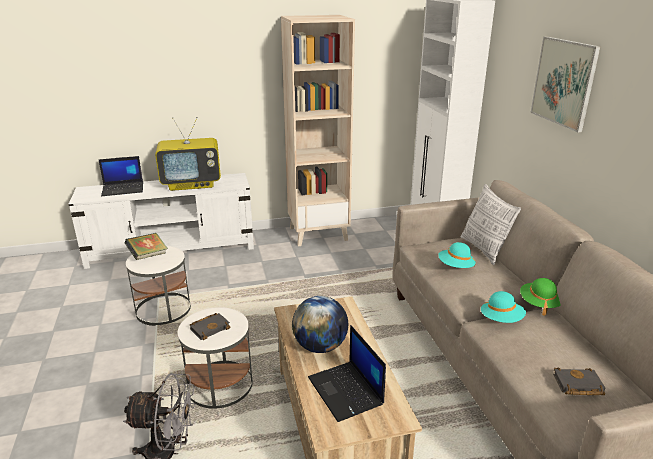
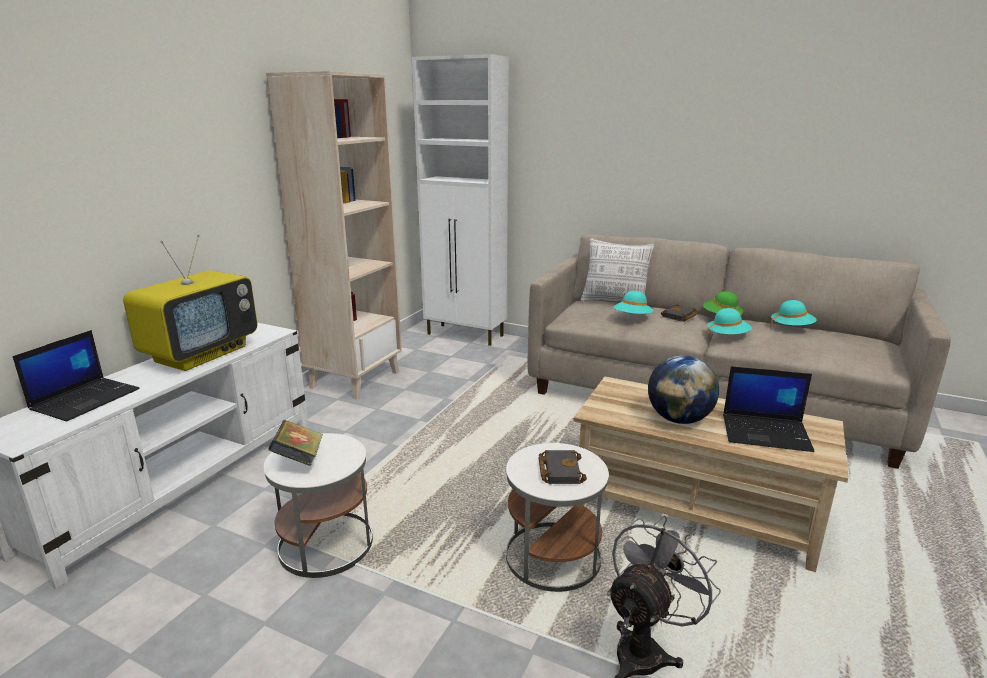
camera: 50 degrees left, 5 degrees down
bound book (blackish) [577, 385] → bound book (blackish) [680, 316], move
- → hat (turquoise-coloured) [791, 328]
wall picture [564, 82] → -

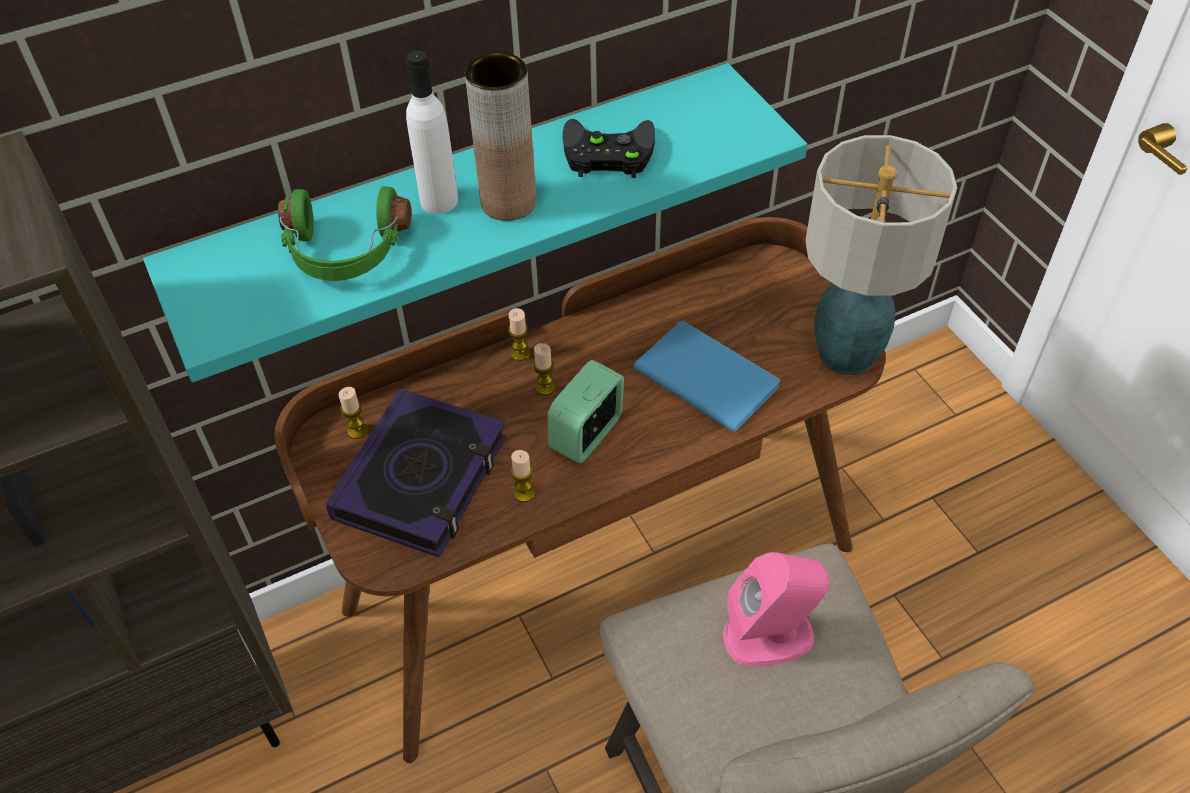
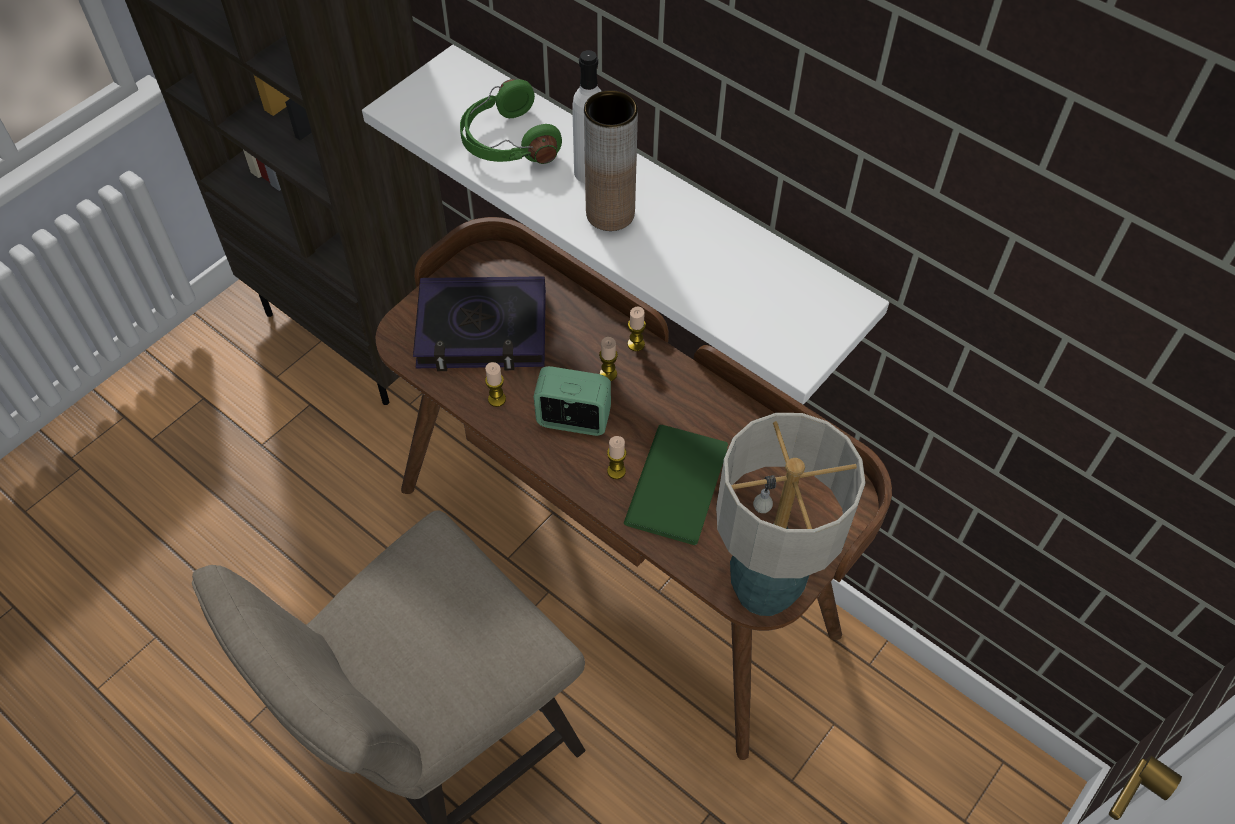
camera: 65 degrees right, 5 degrees up
shelf (turquoise-coloured) [463, 201] → shelf (white-coloured) [651, 202]
wax candle [357, 430] → wax candle [616, 471], move
bound book (bluish) [705, 374] → bound book (greenish) [681, 483]
joypad (blackish) [605, 154] → -
audio speaker (pink) [769, 635] → -

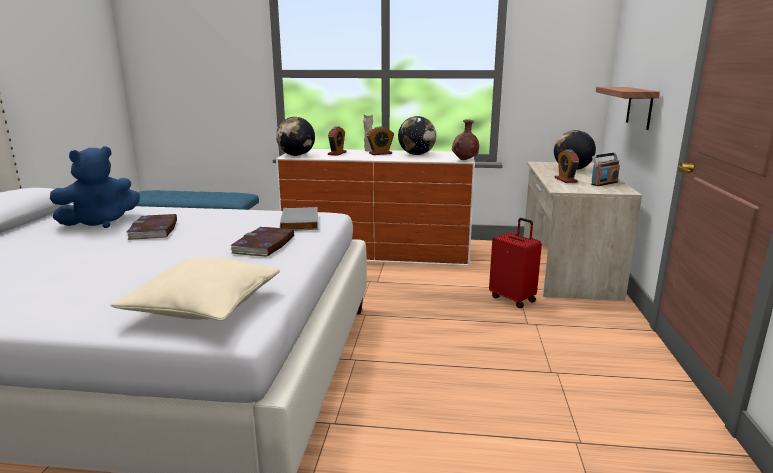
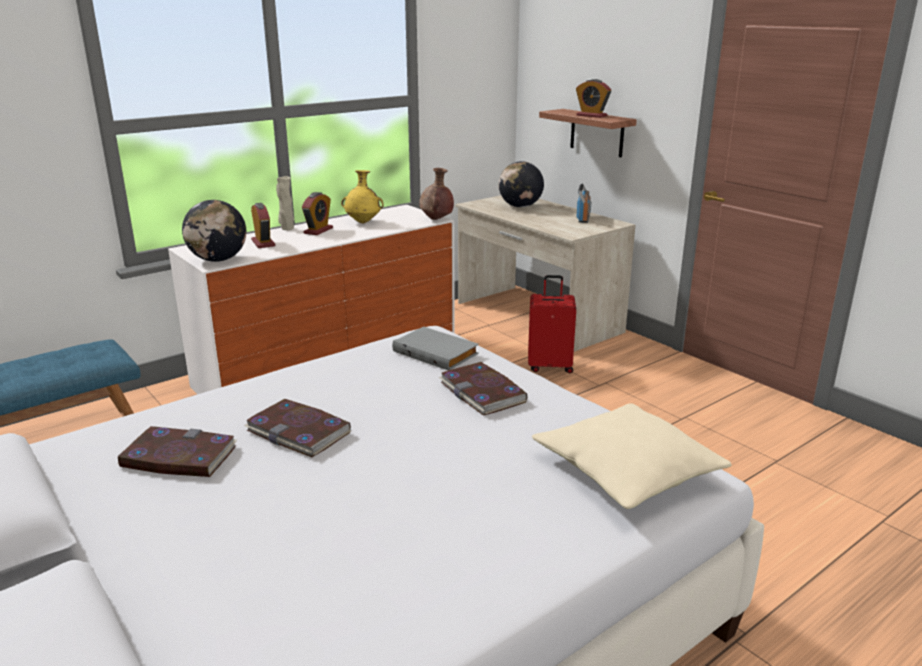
camera: 45 degrees left, 5 degrees up
plush toy (bluish) [100, 222] → bound book [178, 457]
globe [416, 154] → vase (yellow) [363, 222]
bedside clock [565, 180] → bedside clock [591, 115], move

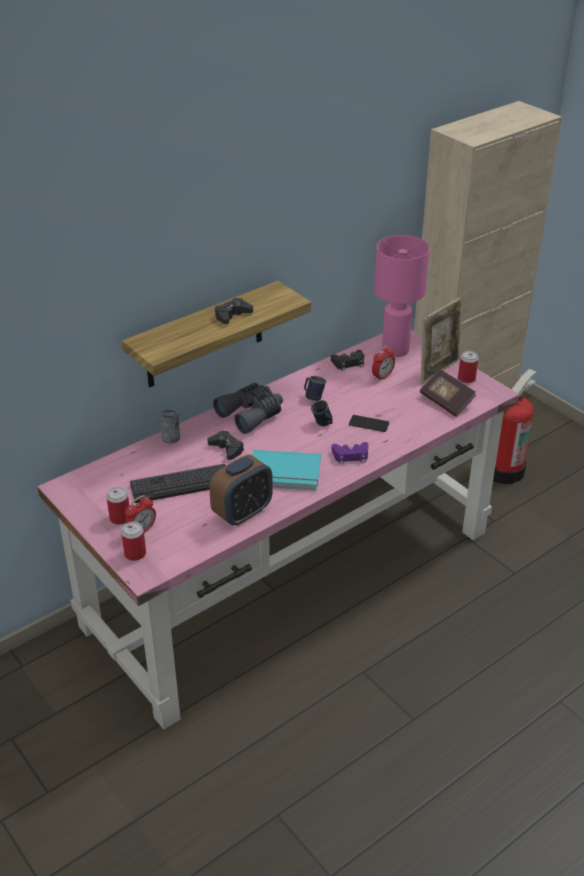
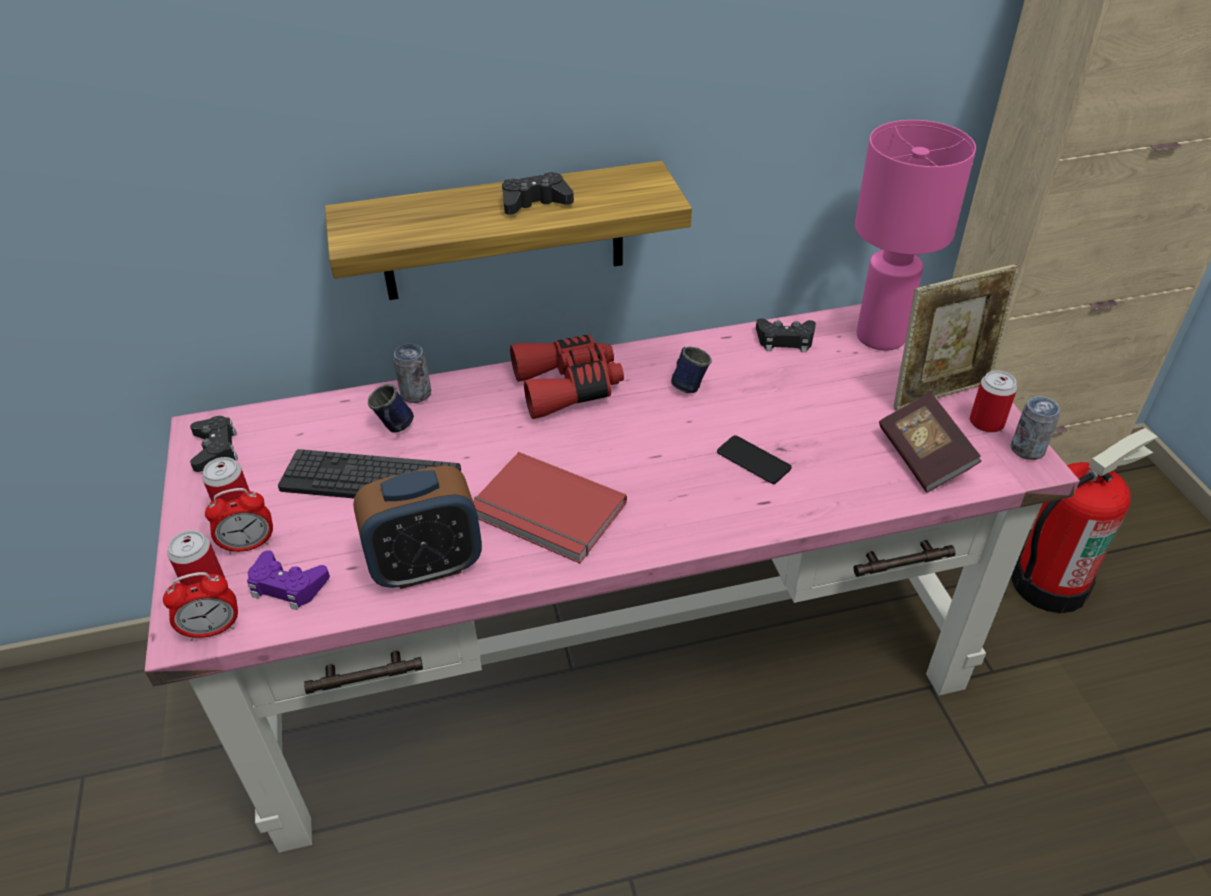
camera: 25 degrees right, 5 degrees up
bedside clock [382, 377] → bedside clock [212, 629], move
joypad (blackish) [227, 449] → joypad (blackish) [215, 449], move
joypad (purple) [350, 456] → joypad (purple) [287, 585], move
coffee mug (bluish) [323, 425] → coffee mug (bluish) [394, 429], move
bound book (turquoise-coloured) [284, 474] → bound book (red) [546, 513]
field glasses (greyish) [251, 414] → field glasses (red) [568, 386]
- → metal can [1027, 450]

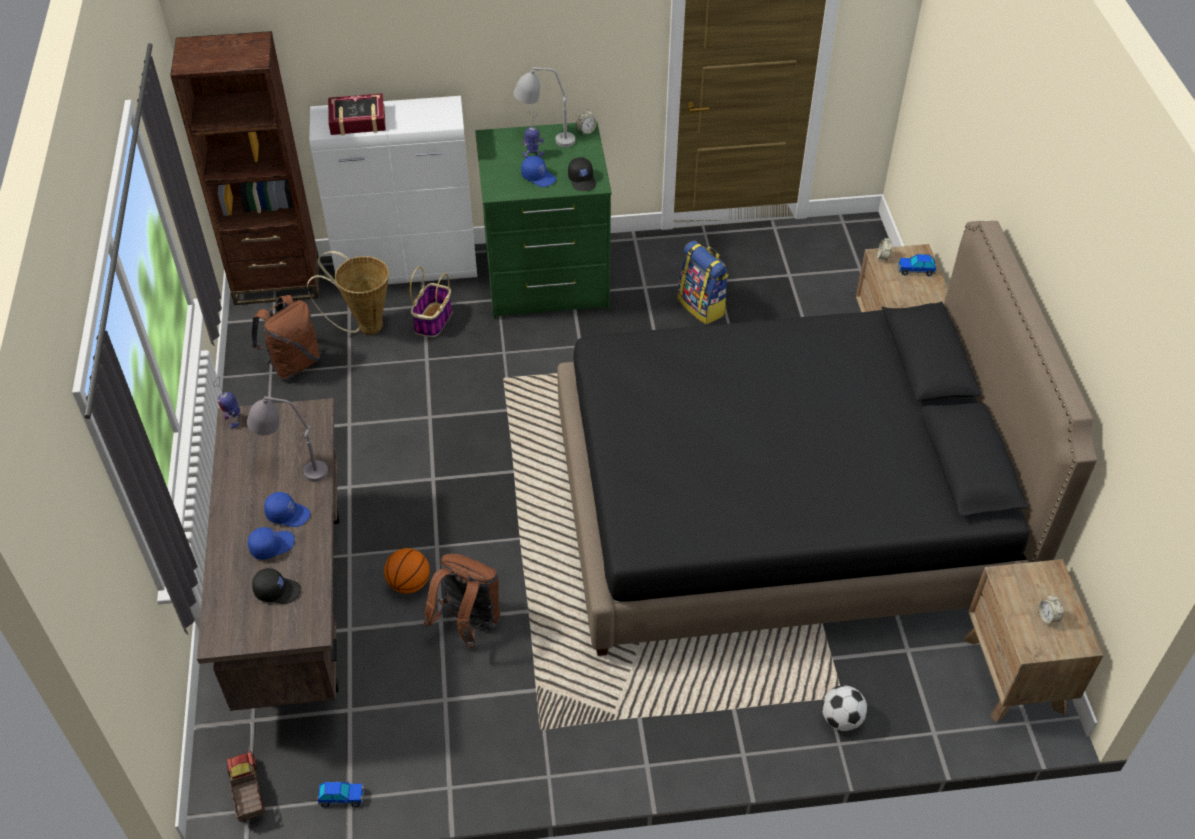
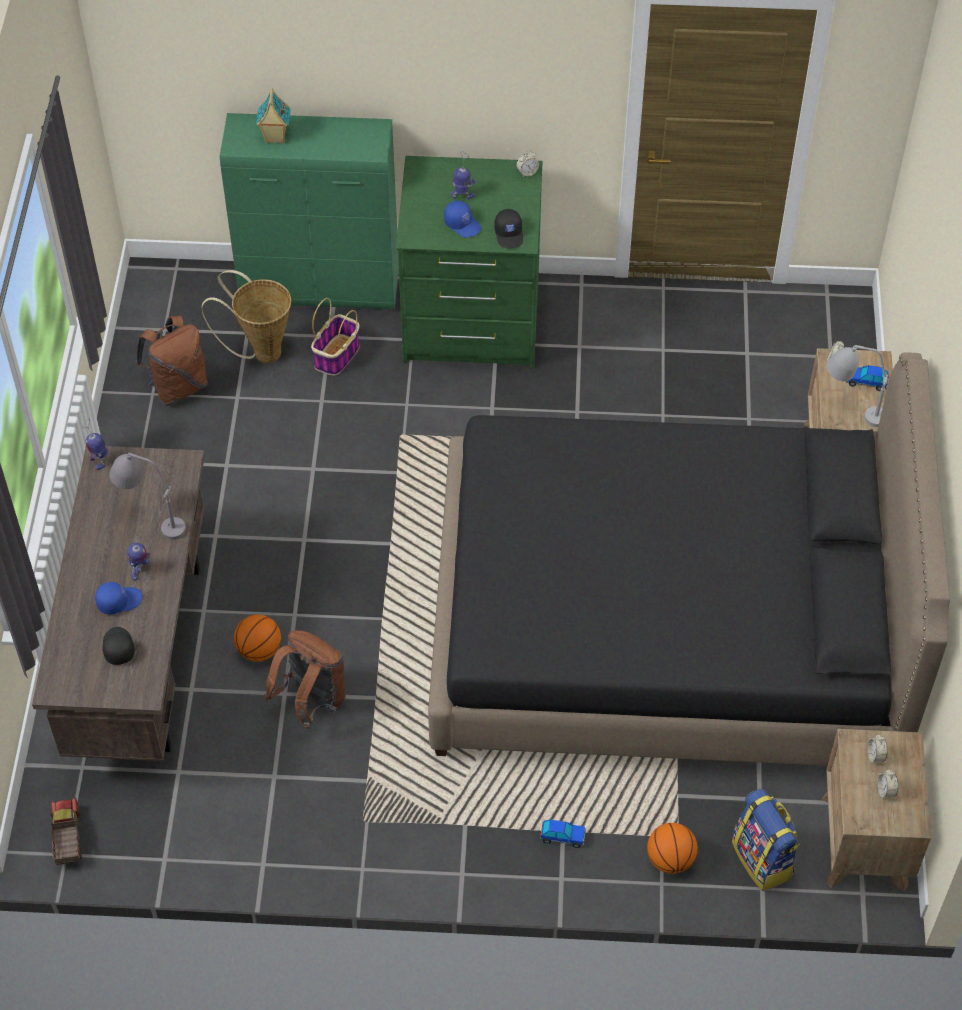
camera: 10 degrees right, 5 degrees up
baseball cap (blackish) [277, 590] → baseball cap (blackish) [117, 647], 120 degrees counterclockwise
baseball cap (bluish) [288, 514] → model robot [139, 570]
storage cabinet (white-coloured) [409, 268] → storage cabinet (greenish) [321, 288]
bound book [357, 120] → model house [275, 137]
miniature car [342, 797] → miniature car [562, 836], move
ball for football [841, 719] → ball for basketball [670, 859]
knapsack [702, 306] → knapsack [763, 859], move
table lamp (greyish) [543, 138] → table lamp (greyish) [850, 411], move
- → bedside clock [875, 756]
shelving unit (brown-coloured) [277, 282] → -

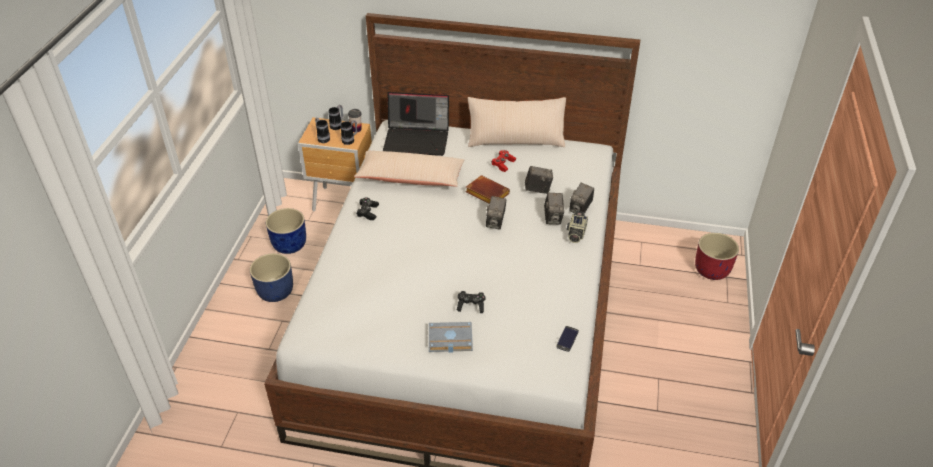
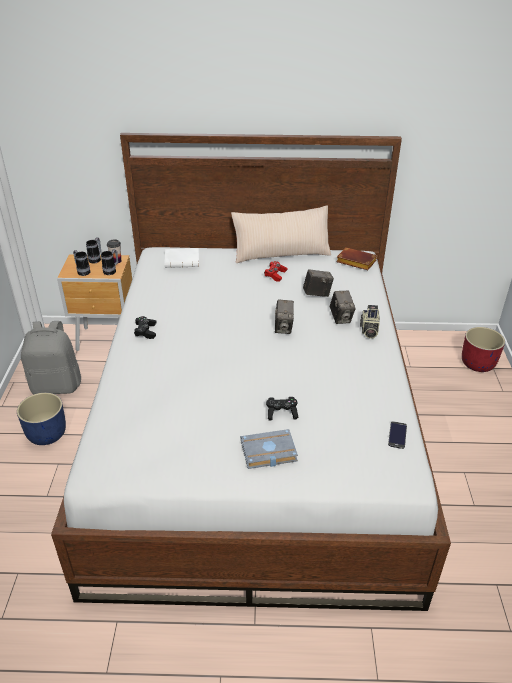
camera: 10 degrees left, 5 degrees down
planter (bluish) [290, 244] → knapsack (greyish) [57, 385]
notebook computer [417, 139] → bound book (white-coloured) [183, 261]
bound book (brown-coloured) [485, 193] → bound book (brown-coloured) [354, 262], move
throw pillow (beige-coloured) [411, 178] → -
photo camera [580, 209] → -

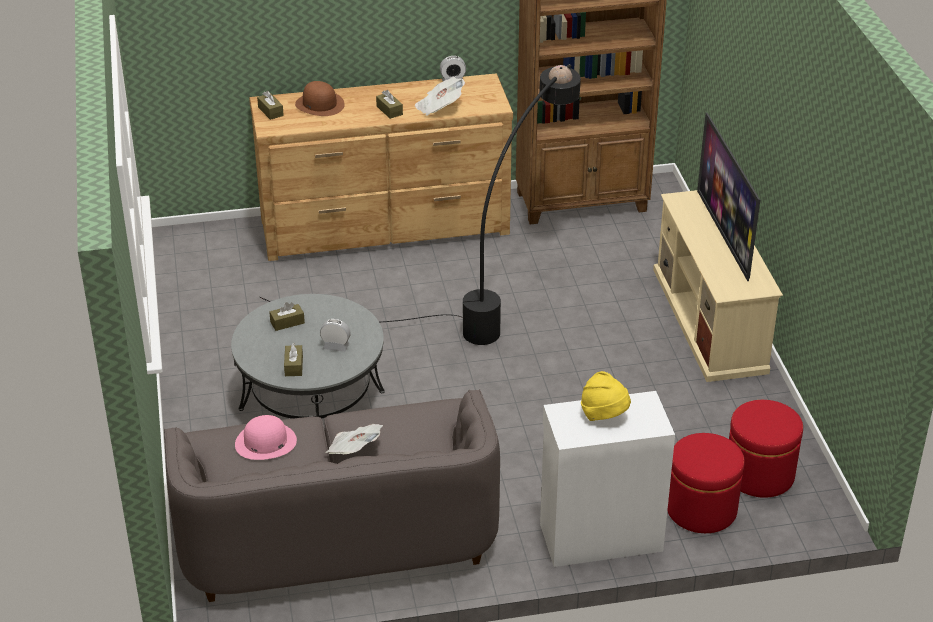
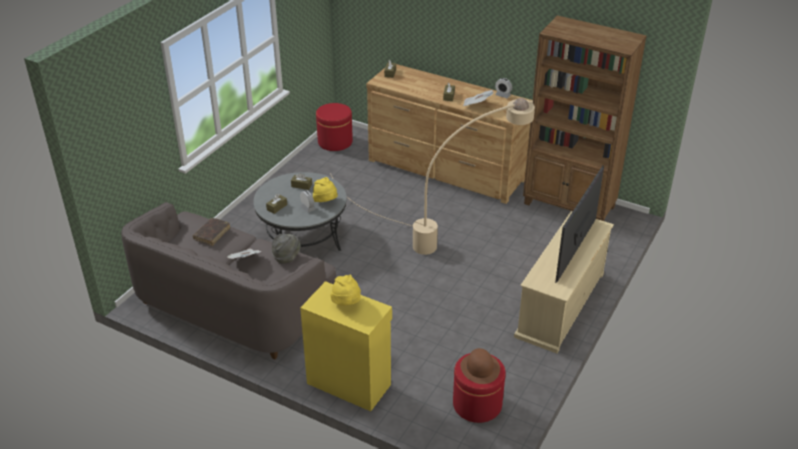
camera: 40 degrees right, 0 degrees up
hat (pink) [265, 442] → bound book (brown-coloured) [212, 234]
- → hat (greyish) [286, 257]
storage cabinet (white-coloured) [599, 536] → storage cabinet (yellow) [349, 383]
- → hat (yellow) [326, 201]
footrest (red) [701, 509] → footrest (red) [335, 142], move
standard lamp (blackish) [486, 303] → standard lamp (beige-coloured) [447, 233]
hat (brown-coloured) [320, 104] → hat (brown-coloured) [480, 368], move

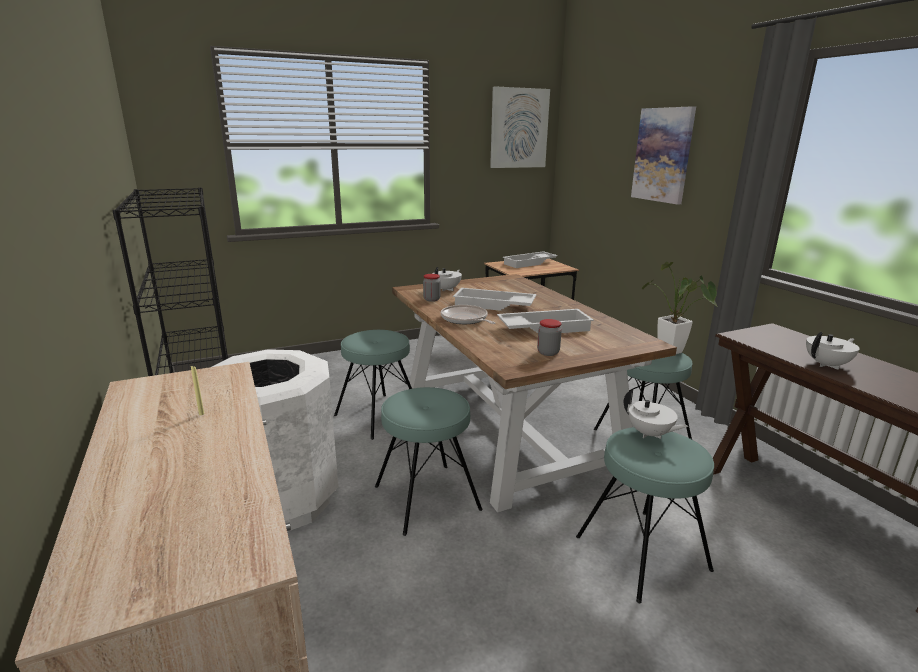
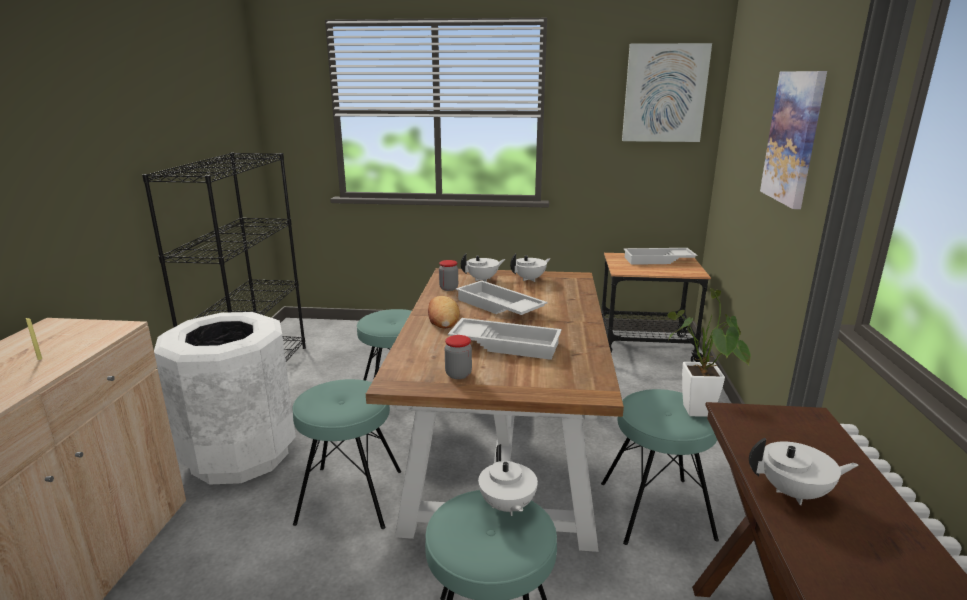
camera: 30 degrees right, 0 degrees up
skillet [465, 319] → baked bread [442, 317]
- → tea pot (white-coloured) [530, 279]

